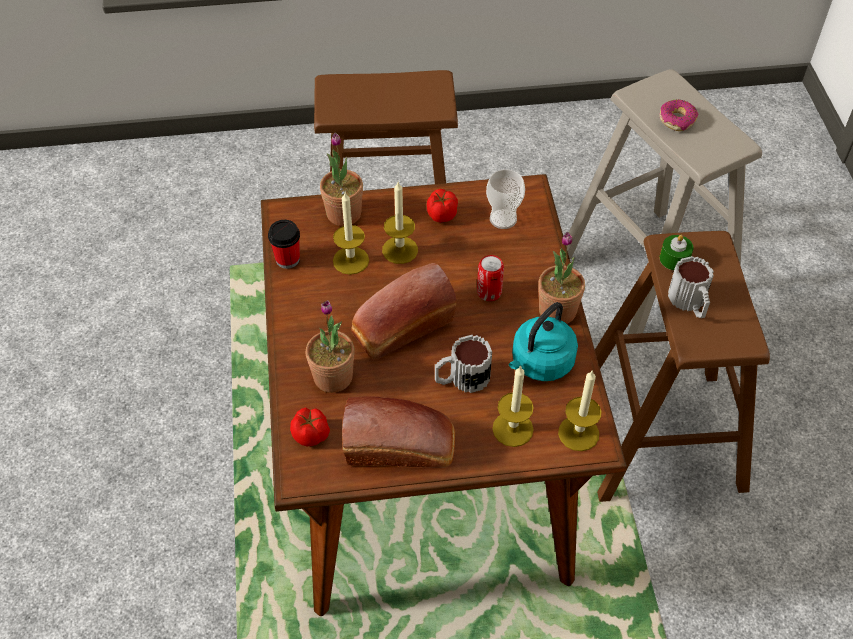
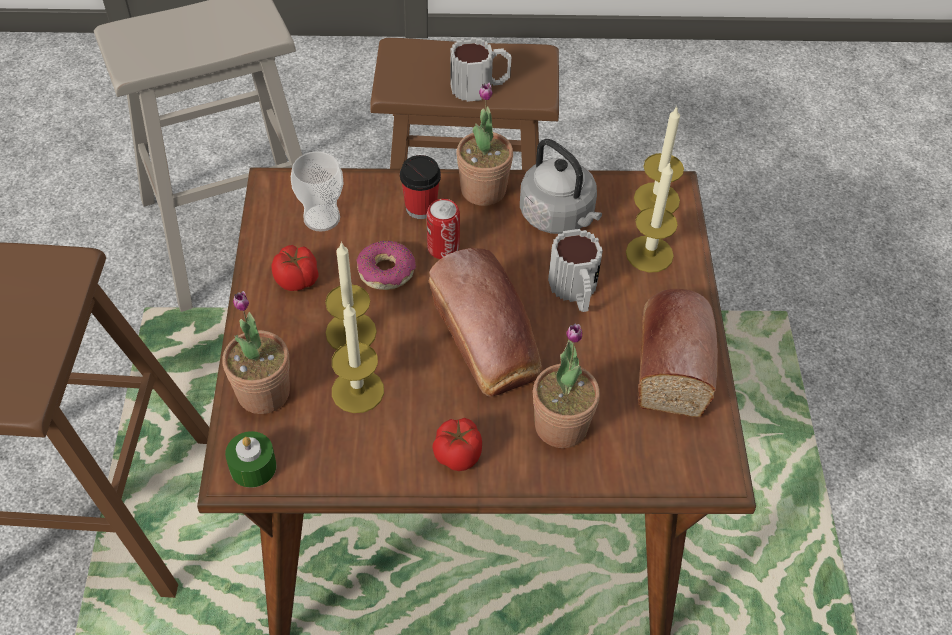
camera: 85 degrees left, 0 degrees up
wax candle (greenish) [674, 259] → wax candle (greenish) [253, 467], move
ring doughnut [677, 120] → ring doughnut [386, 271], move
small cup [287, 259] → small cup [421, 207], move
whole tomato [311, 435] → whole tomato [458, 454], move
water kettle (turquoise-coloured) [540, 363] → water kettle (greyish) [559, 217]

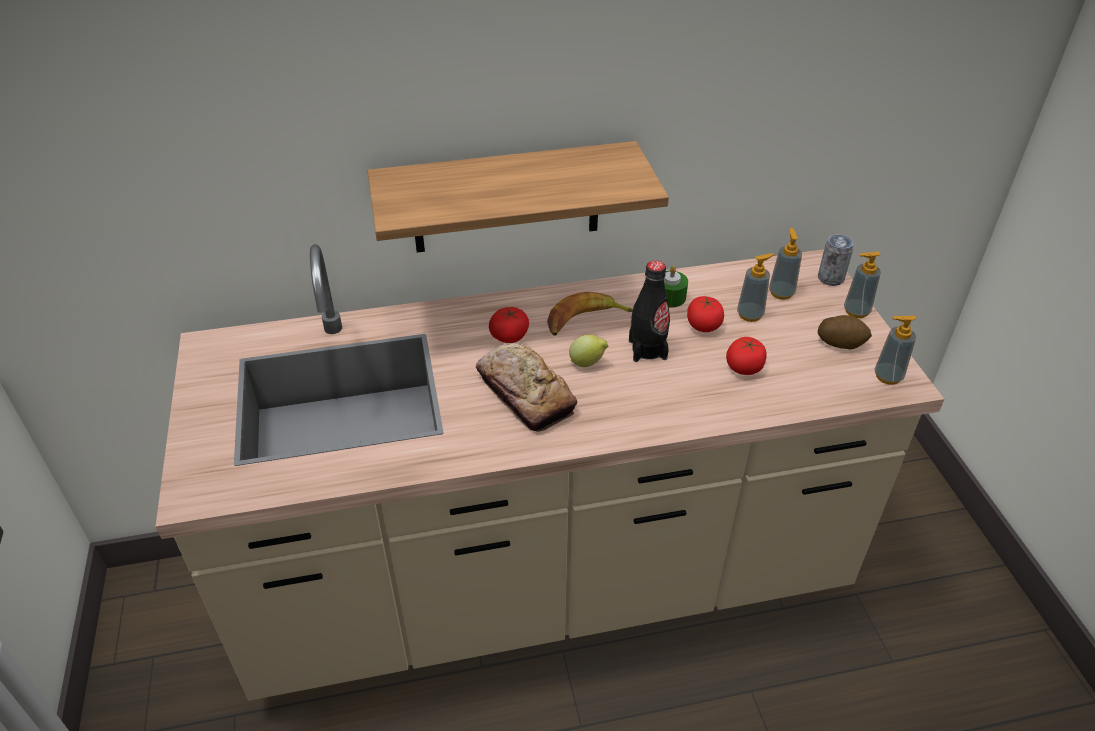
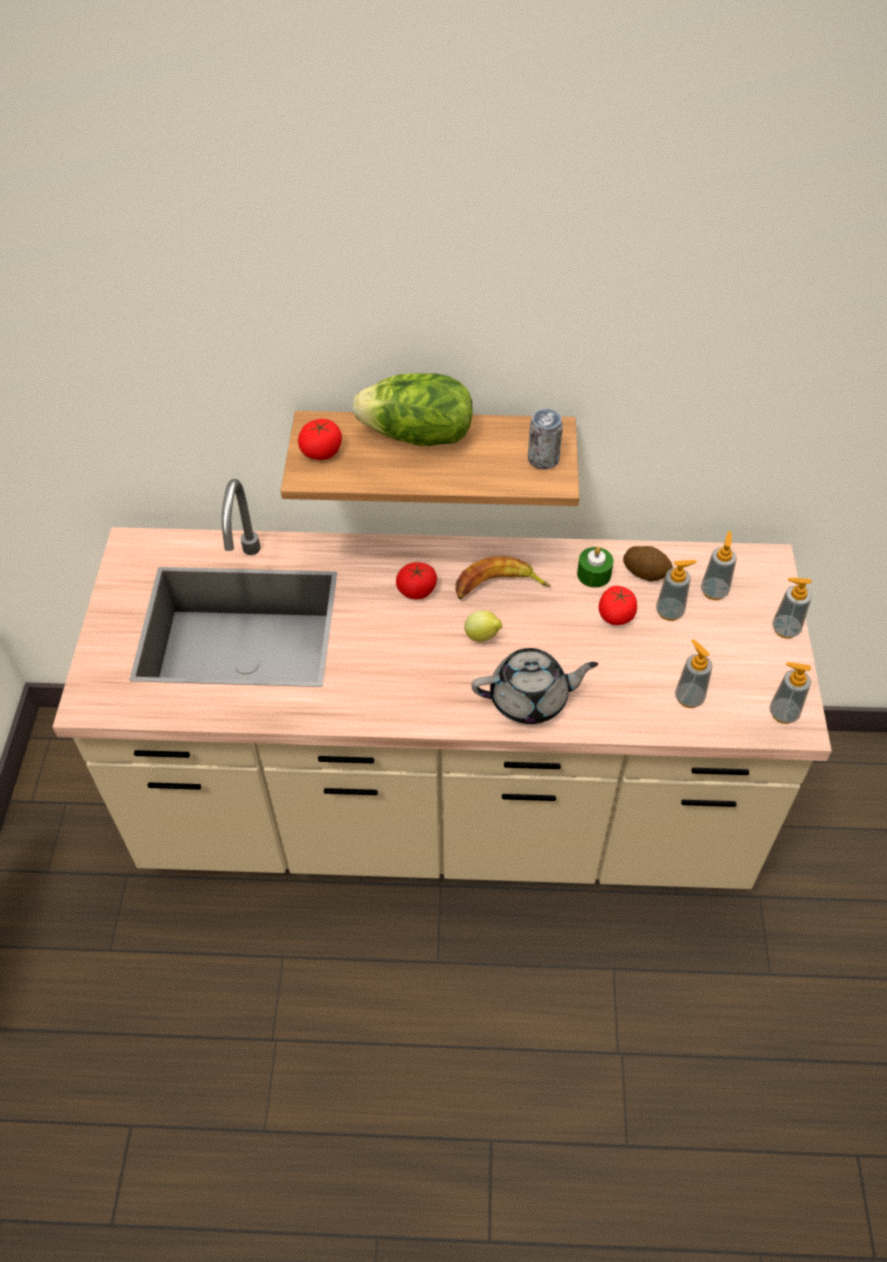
camera: 15 degrees right, 10 degrees up
whole tomato [744, 367] → whole tomato [321, 451], move
- → head of lettuce [418, 436]
- → tea pot (greyish) [530, 699]
metal can [830, 279] → metal can [543, 459], move
spud [841, 343] → spud [646, 572], move
- → soap dispenser [689, 697]
baked bread [525, 394] → -
bottle (blackish) [647, 349] → -

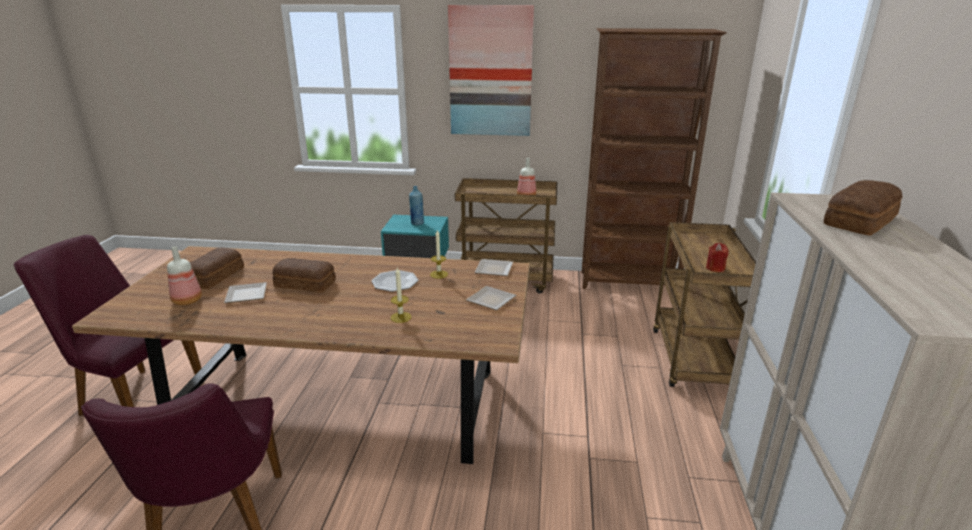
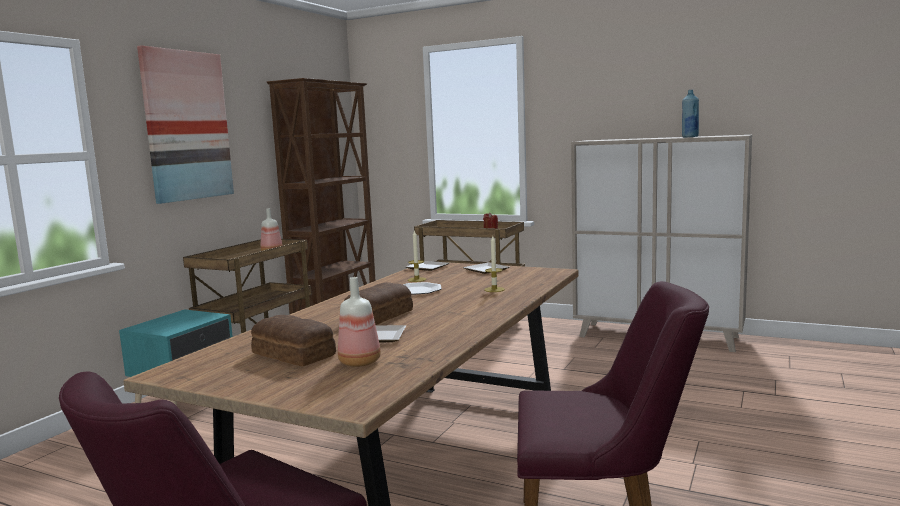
camera: 70 degrees left, 15 degrees down
bottle (bluish) [417, 223] → bottle (bluish) [689, 137], move
baked bread [862, 221] → -

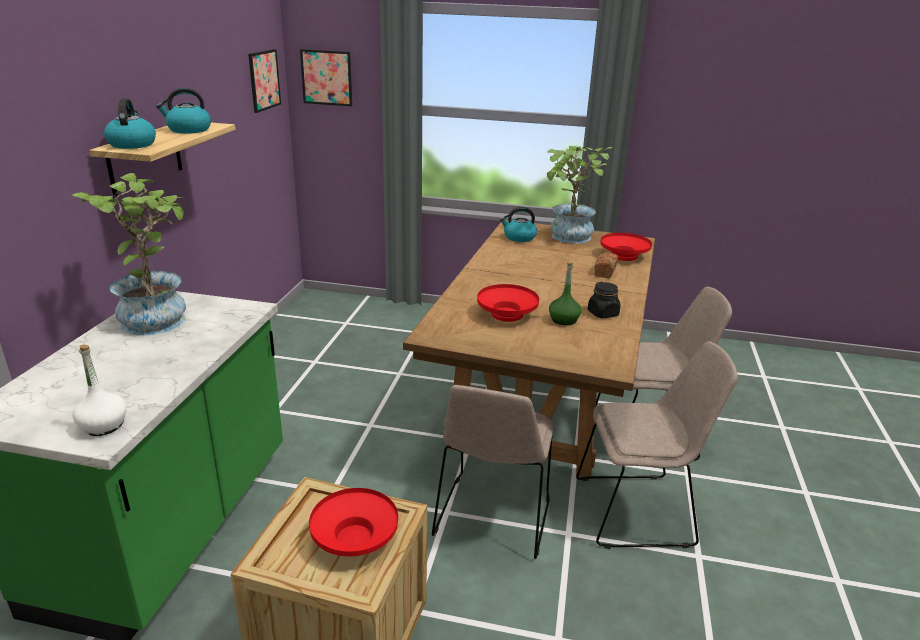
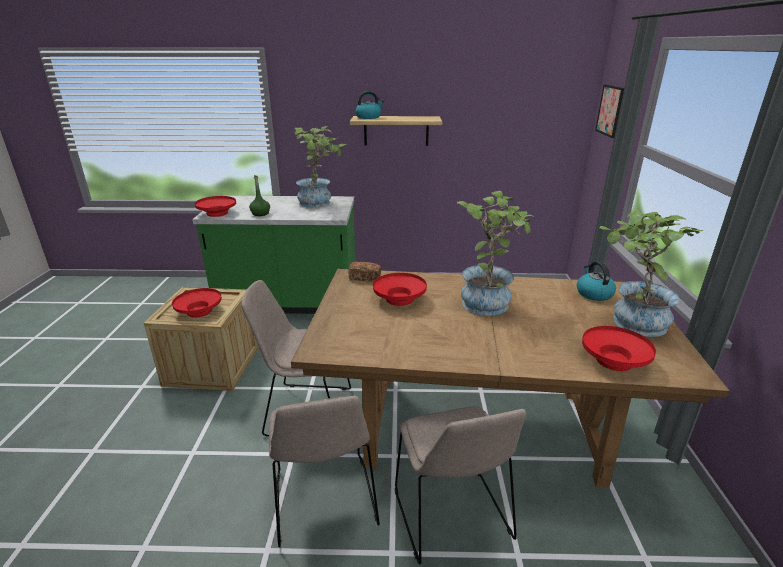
camera: 80 degrees right, 0 degrees up
bottle (white-coloured) [103, 425] → serving bowl (red) [217, 213]
bottle (greenish) [563, 320] → bottle (greenish) [260, 213], move
baked bread [605, 272] → baked bread [365, 277], move
- → plant in a pot [488, 300]
water kettle [188, 130] → -
wall picture [264, 80] → -
jar (blackish) [603, 313] → -

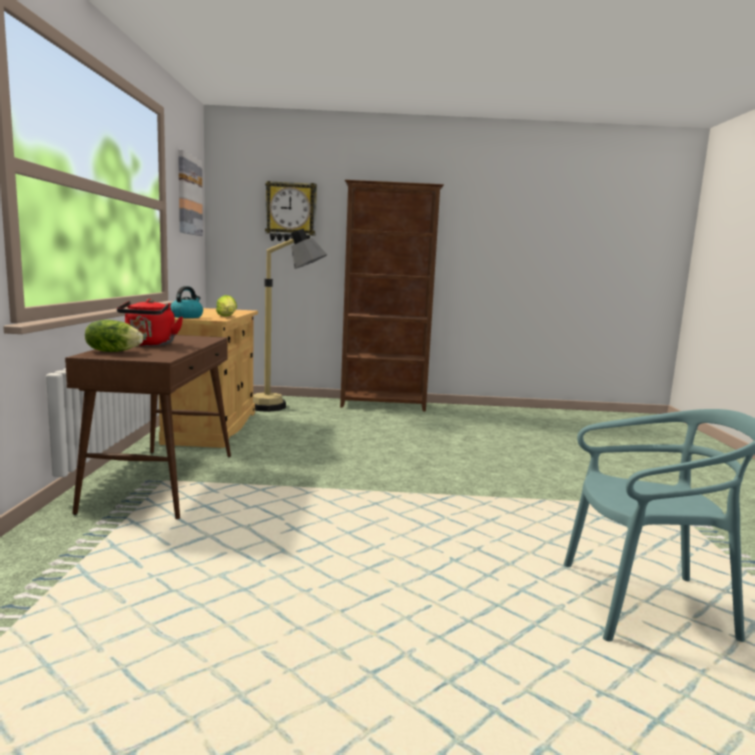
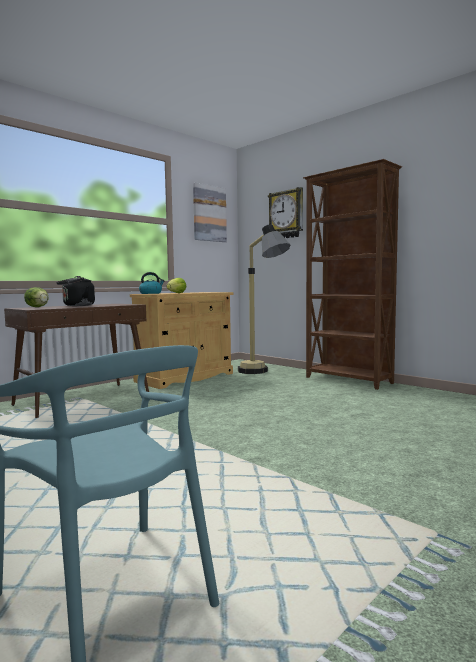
camera: 45 degrees right, 5 degrees down
water kettle (red) [150, 344] → water kettle (blackish) [77, 305]

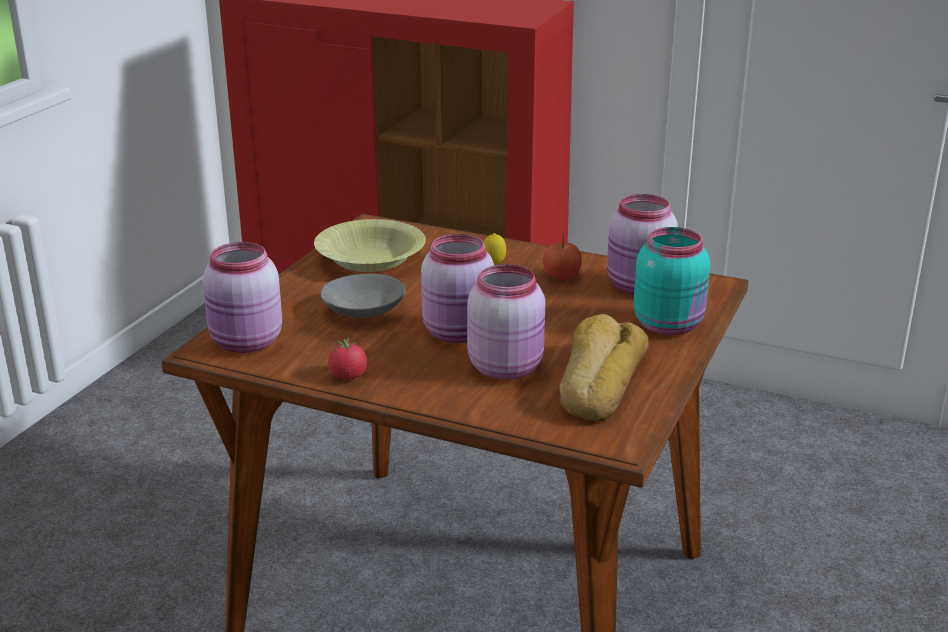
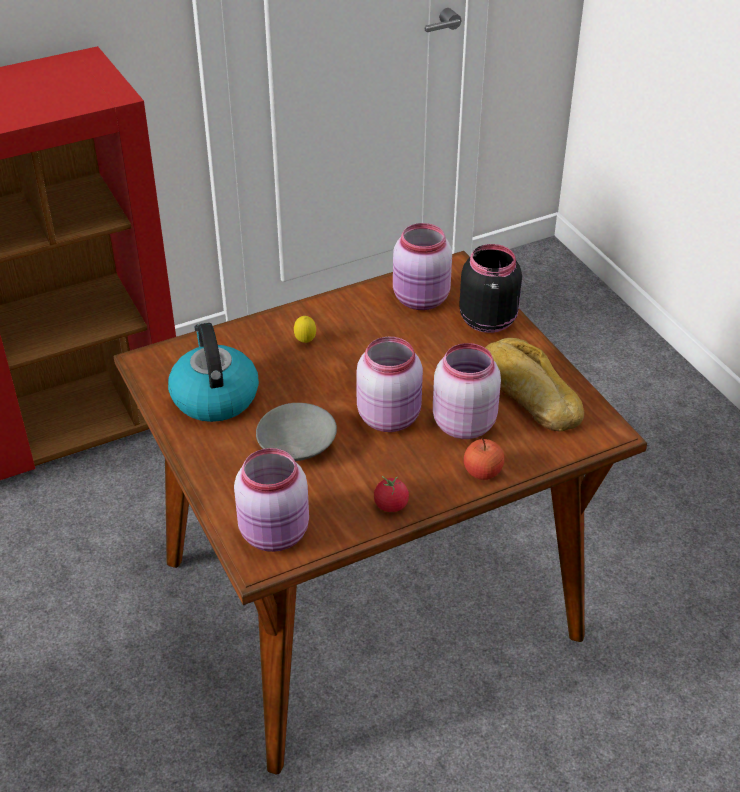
camera: 50 degrees left, 15 degrees up
serving bowl (yellow) [370, 260] → water kettle [214, 396]
jar (turquoise-coloured) [670, 324] → jar (blackish) [488, 319]
whole apple [561, 276] → whole apple [482, 472], move

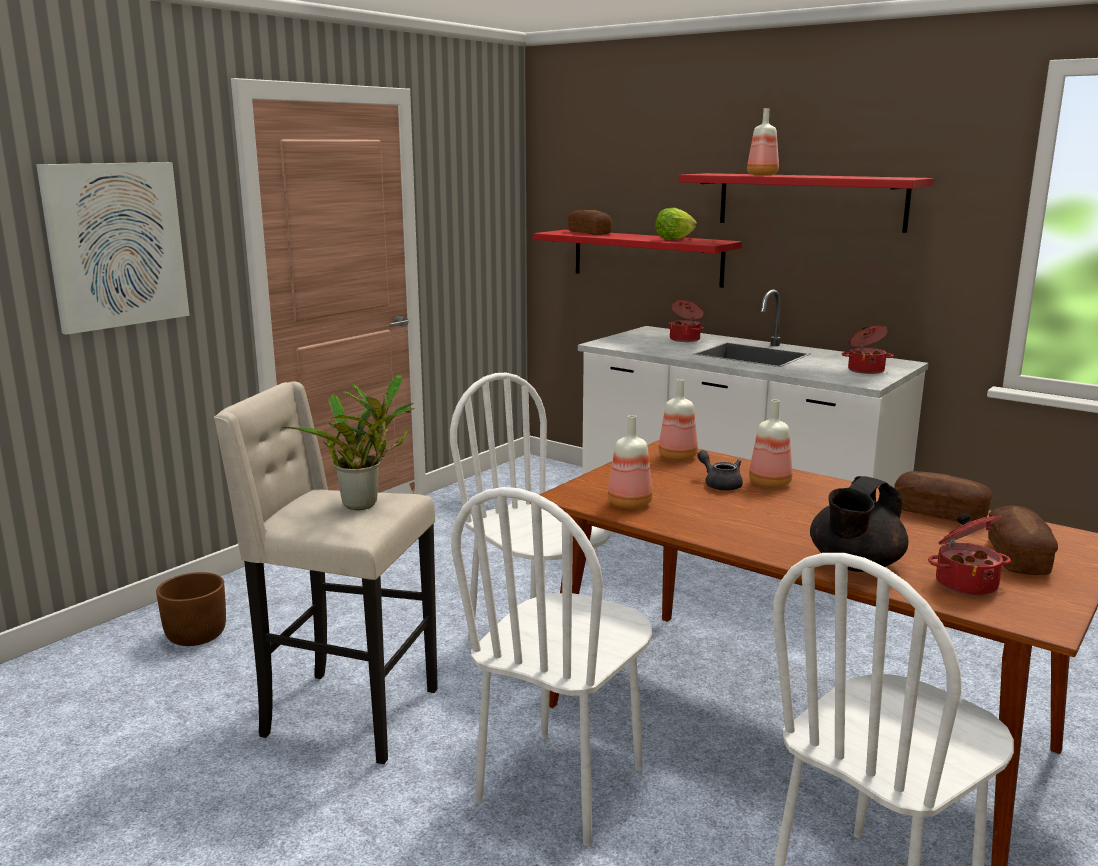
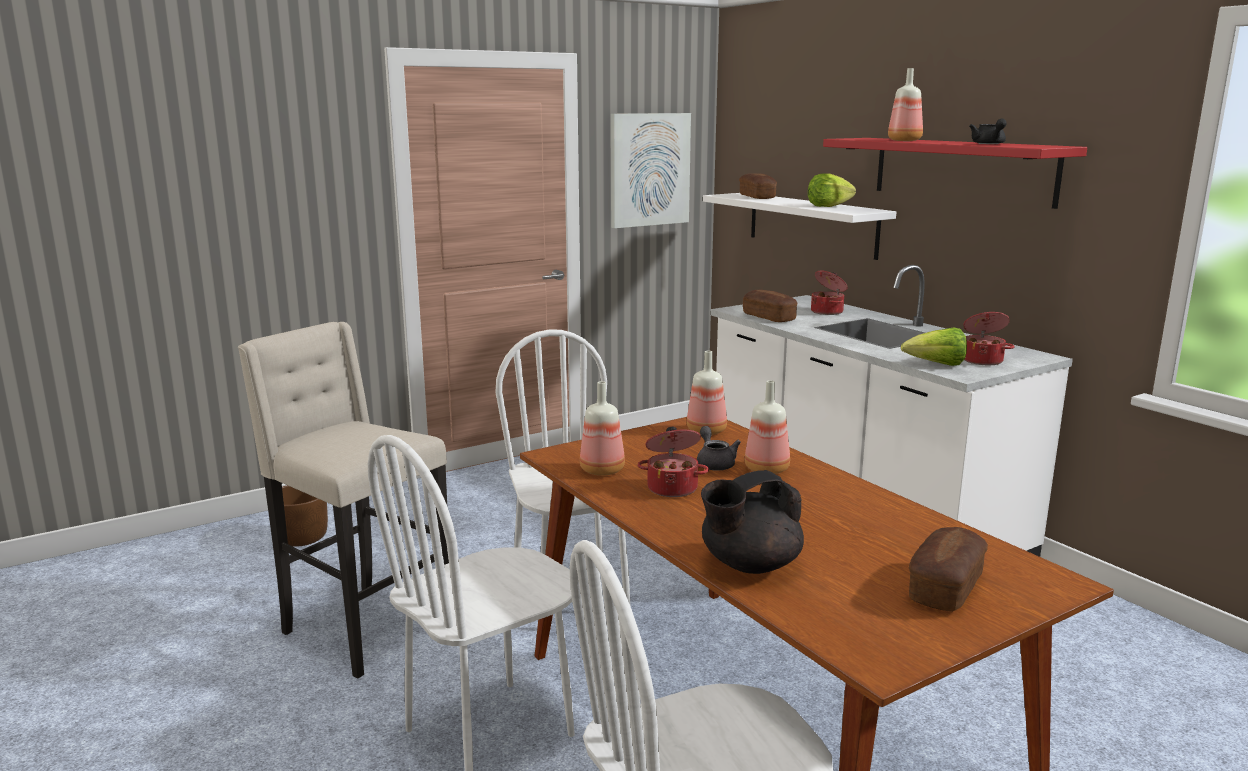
camera: 20 degrees right, 0 degrees up
wall picture [116, 245] → wall picture [649, 169], move
saucepot [965, 583] → saucepot [672, 487], move
shelf (red) [646, 257] → shelf (white-coloured) [811, 224]
baked bread [939, 513] → baked bread [768, 317], move
- → head of lettuce [936, 365]
- → tea pot (blackish) [989, 144]
plant in a pot [365, 504] → -

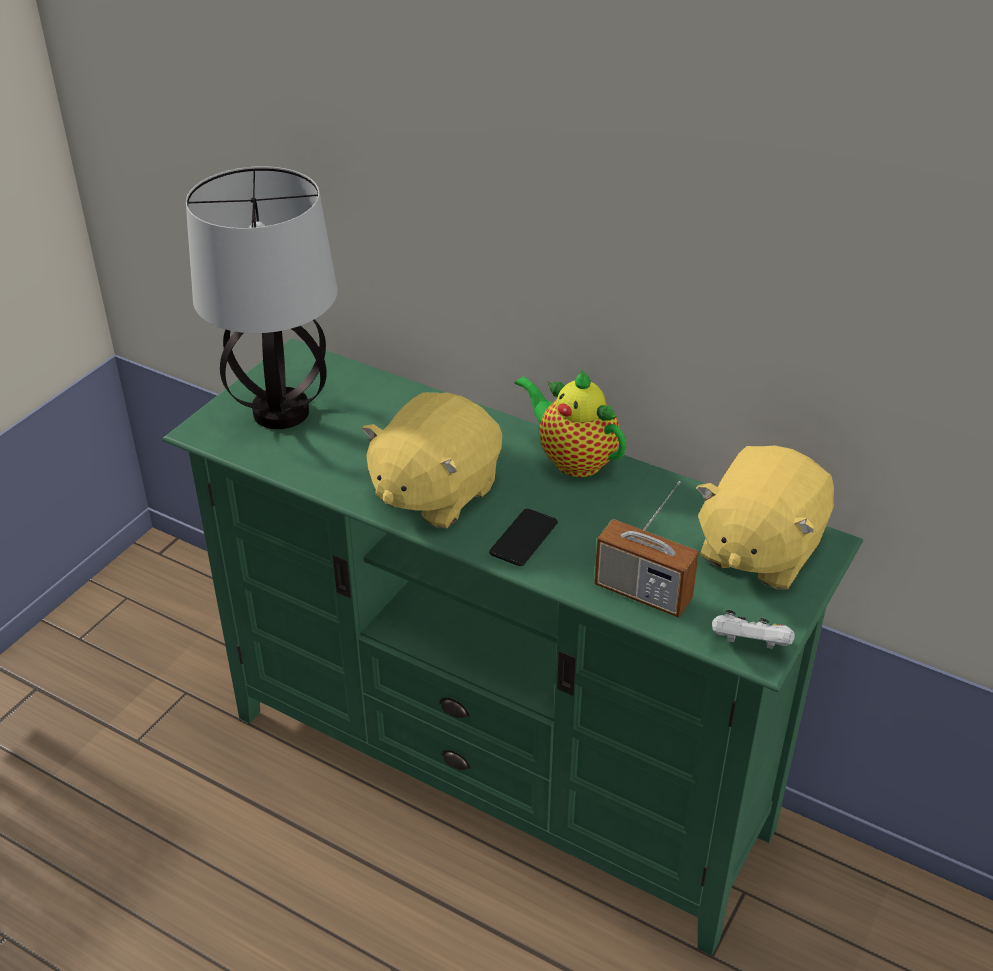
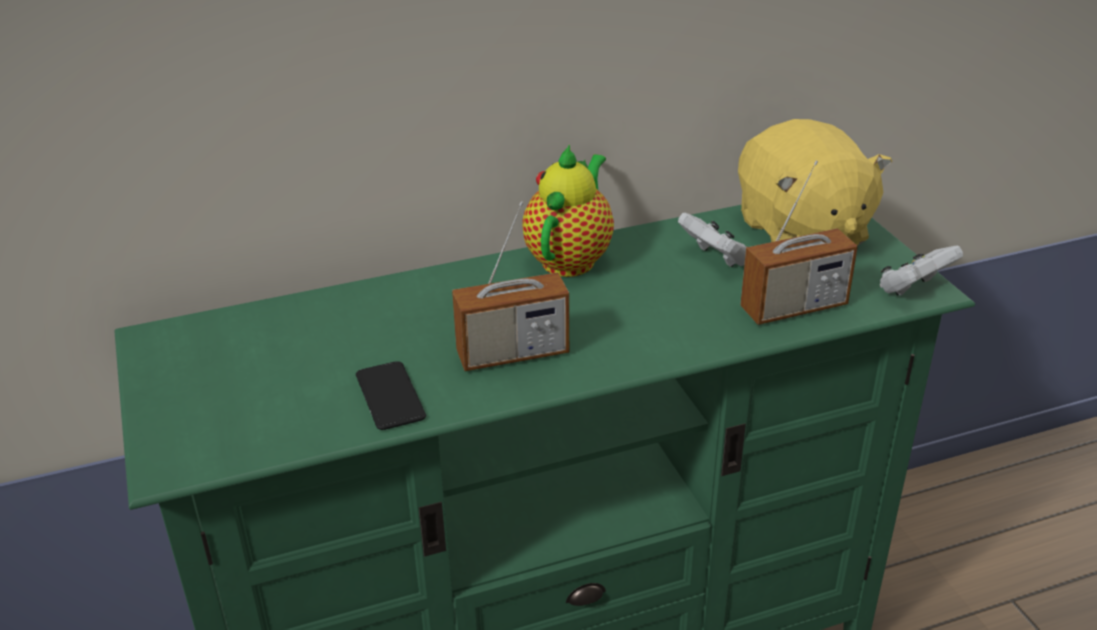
camera: 50 degrees left, 5 degrees down
phone [523, 538] → phone [390, 396], move
plush toy (yellow) [434, 493] → radio set [512, 353]
tea pot [573, 459] → tea pot [570, 258], 120 degrees clockwise
- → joypad (white-coloured) [715, 259]
table lamp [279, 412] → -

